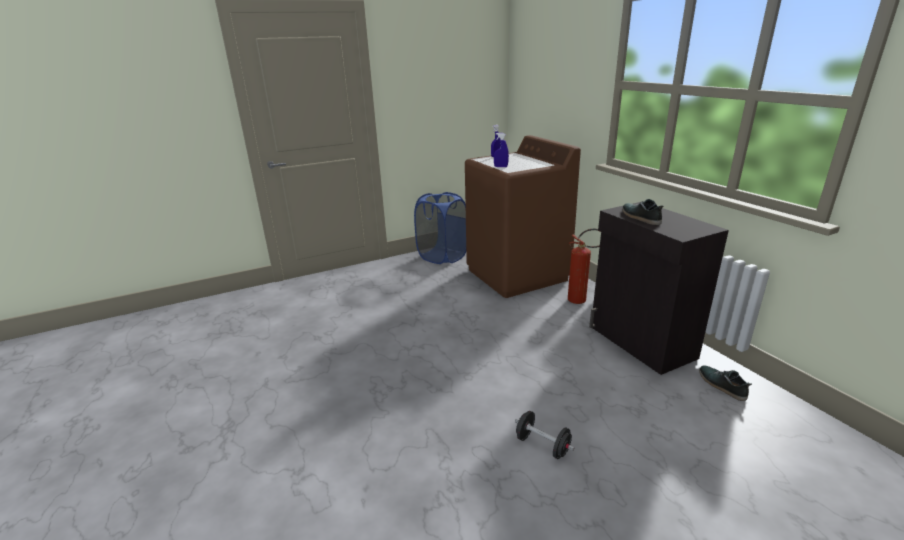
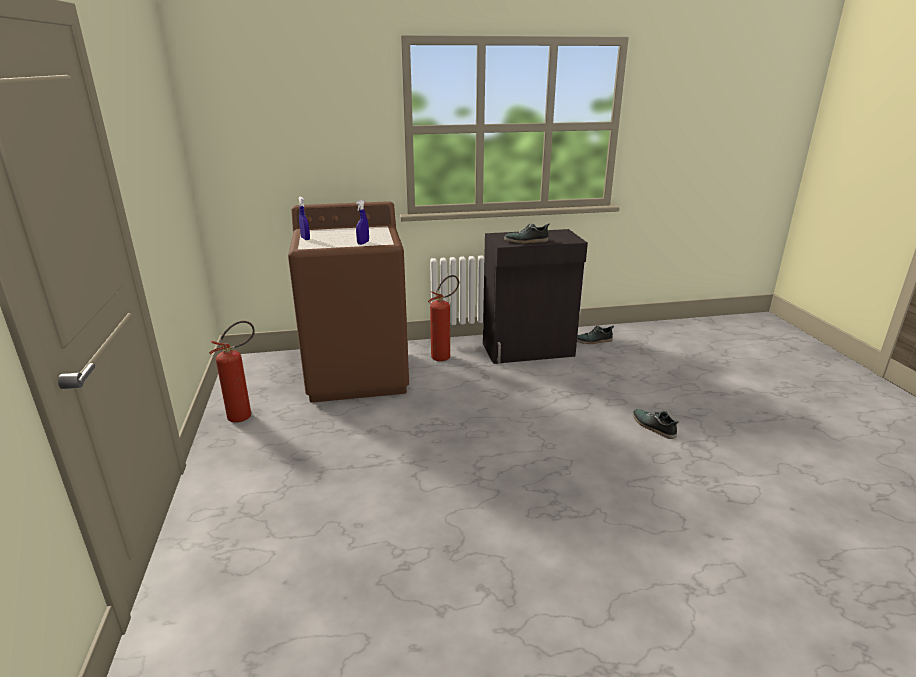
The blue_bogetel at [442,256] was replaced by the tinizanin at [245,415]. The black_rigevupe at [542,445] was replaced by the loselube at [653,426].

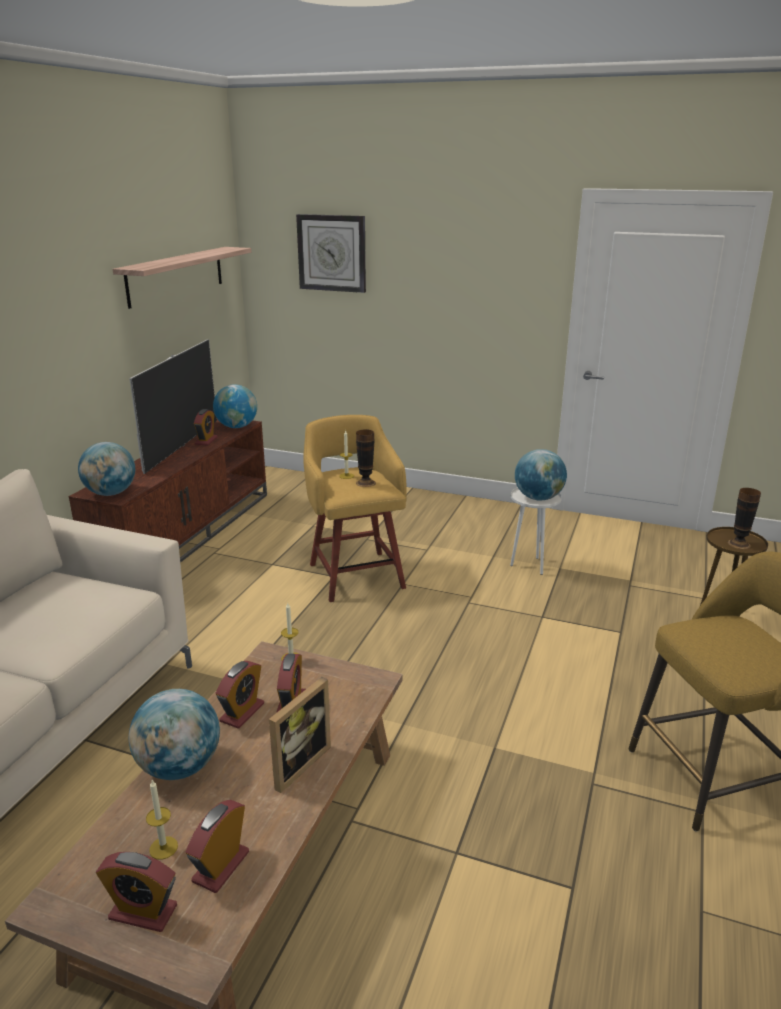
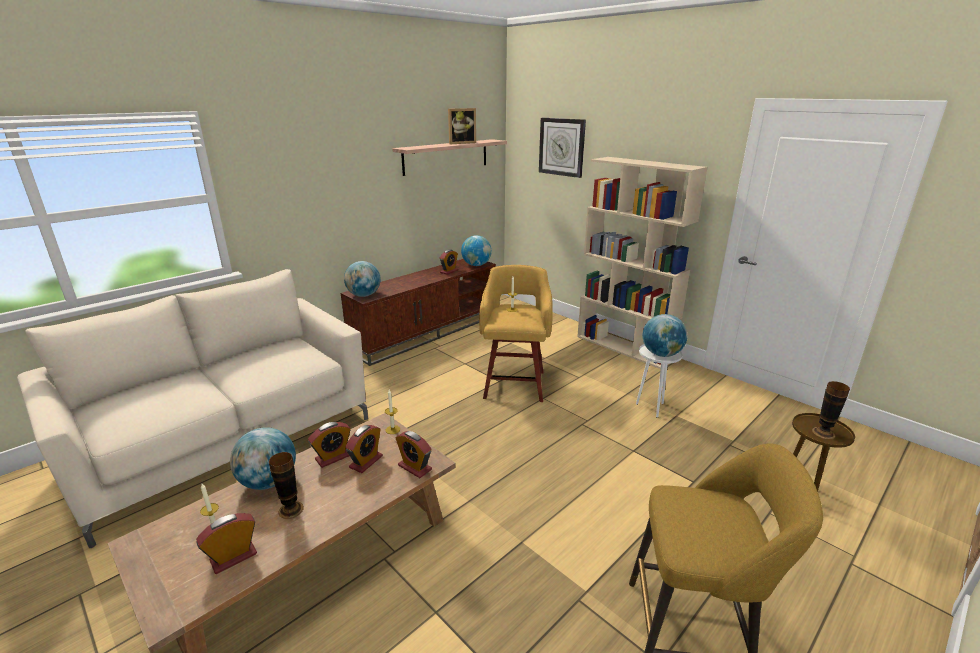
The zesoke at [182,445] disappeared. The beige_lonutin at [625,347] appeared. The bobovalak moved from [143,912] to [415,467]. The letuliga moved from [296,763] to [461,143]. The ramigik moved from [365,483] to [291,509].

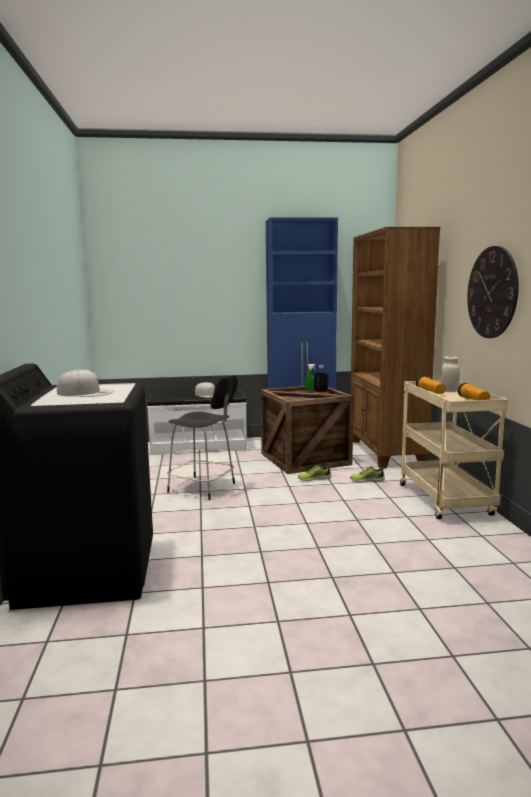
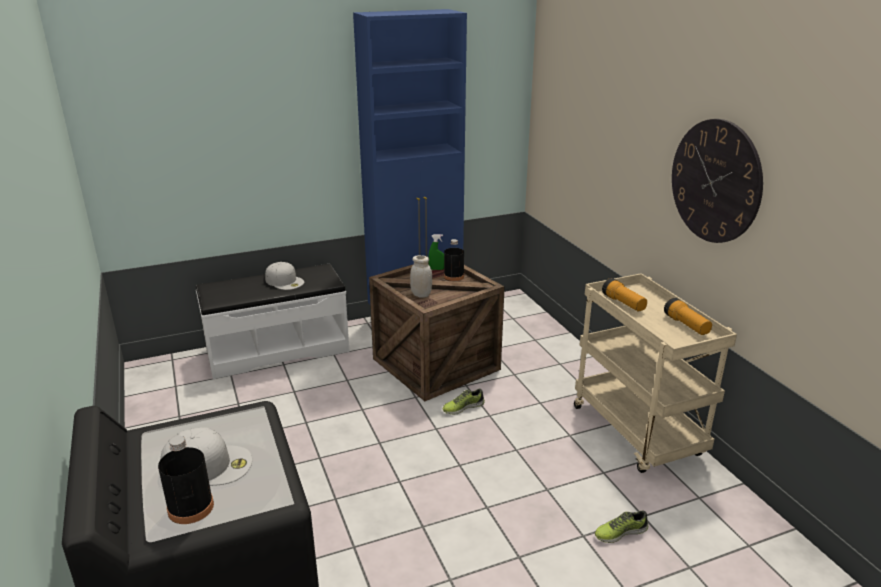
The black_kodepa at [204,488] disappeared. The brown_lonutin at [386,453] disappeared. The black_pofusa at [191,508] appeared. The loselube moved from [367,480] to [620,532]. The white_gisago moved from [449,391] to [421,295].

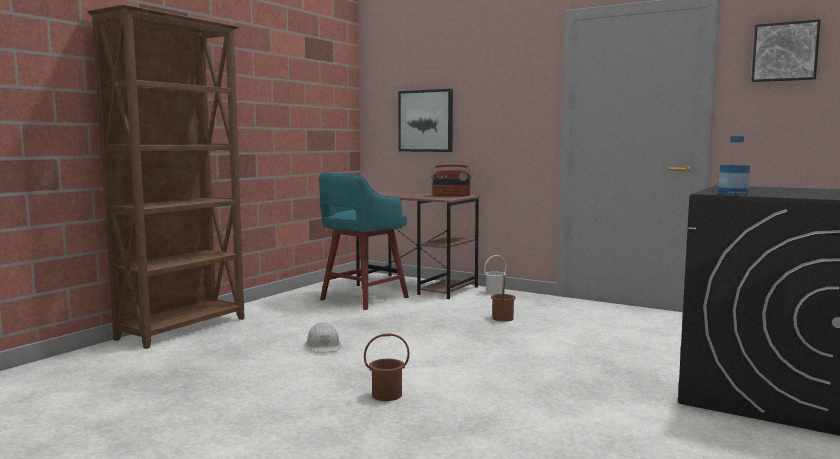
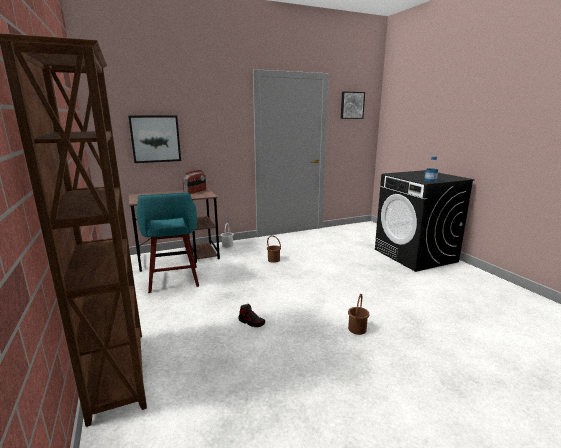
The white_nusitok at [323,346] was replaced by the loselube at [251,322].

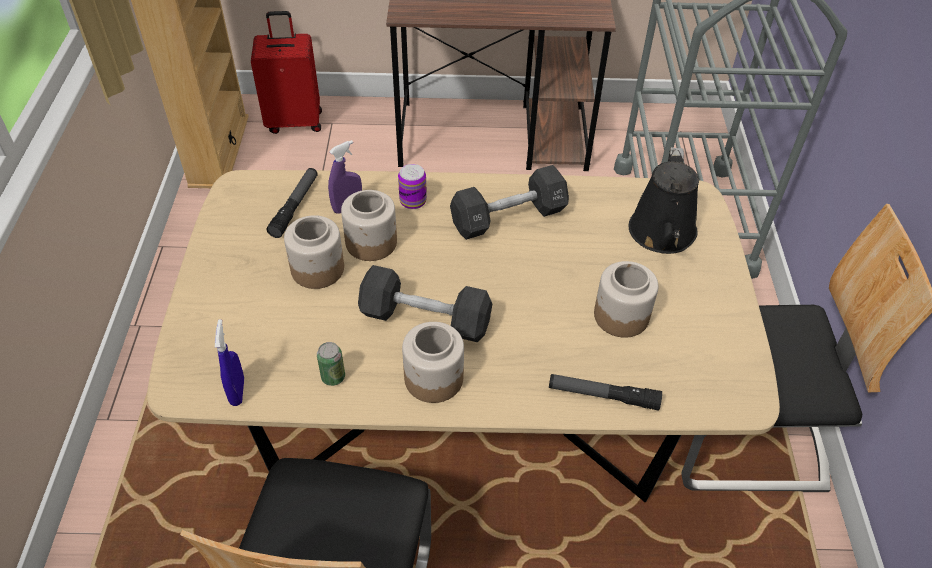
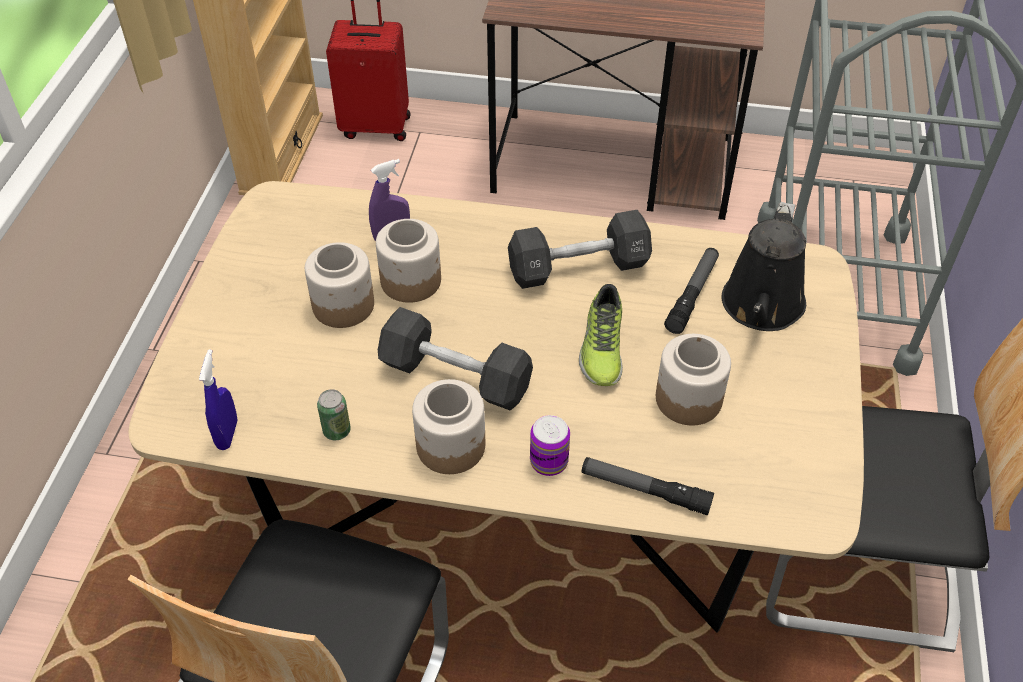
The loselube at [601,347] appeared. The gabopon moved from [295,206] to [692,295]. The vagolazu moved from [413,201] to [549,462].

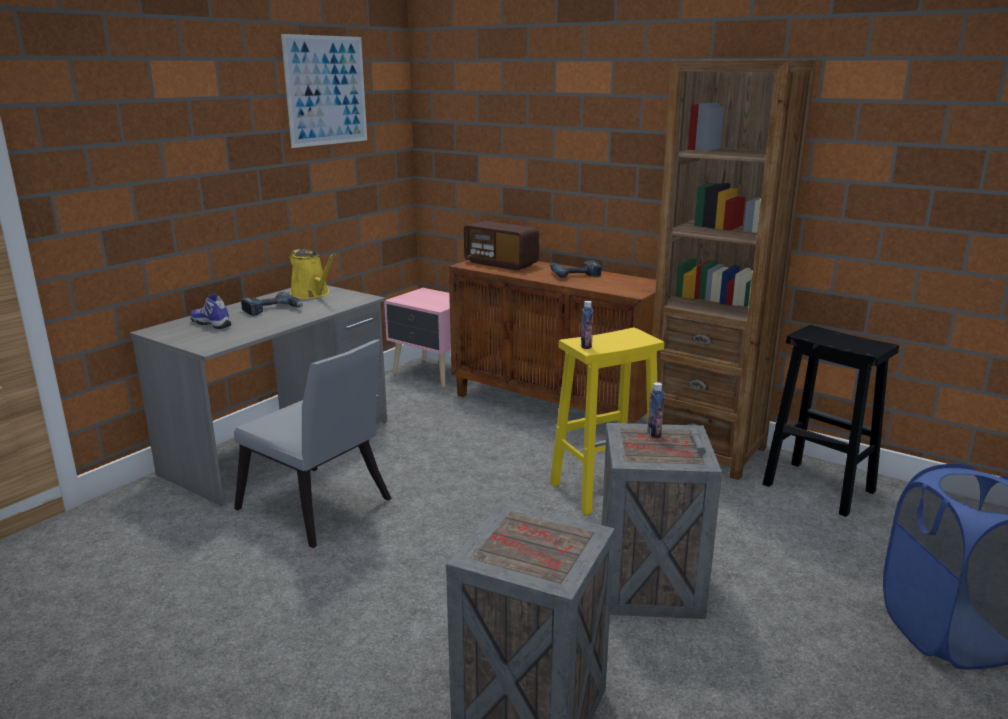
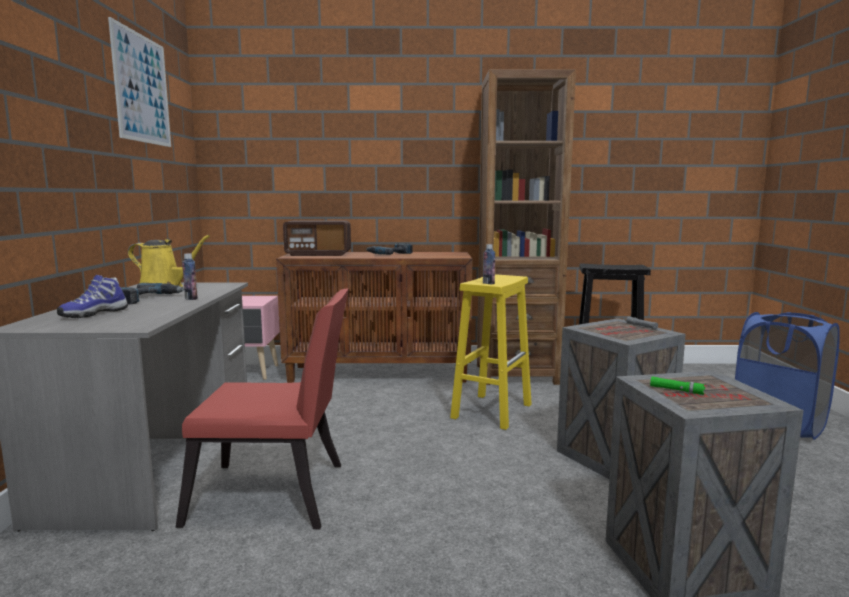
The green_gabopon at [676,390] appeared. The pofusa moved from [654,434] to [191,298]. The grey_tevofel at [318,509] became the red_tevofel at [277,496]. The loselube at [212,324] turned 60 degrees counterclockwise.

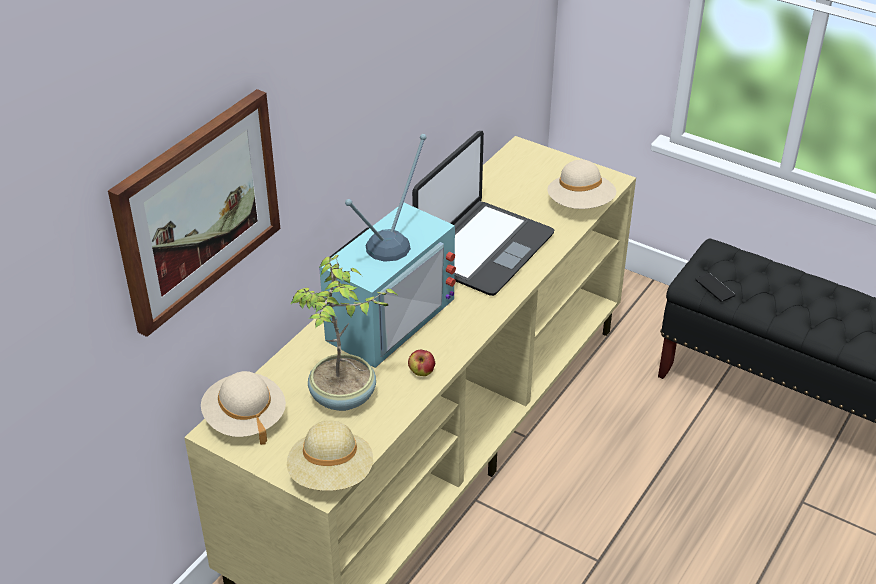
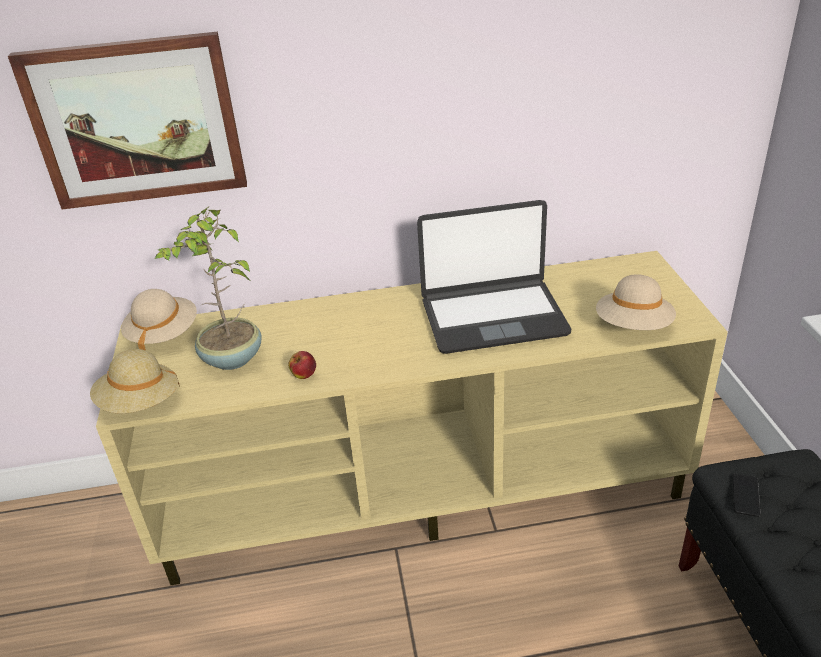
The zesoke at [386,315] disappeared.

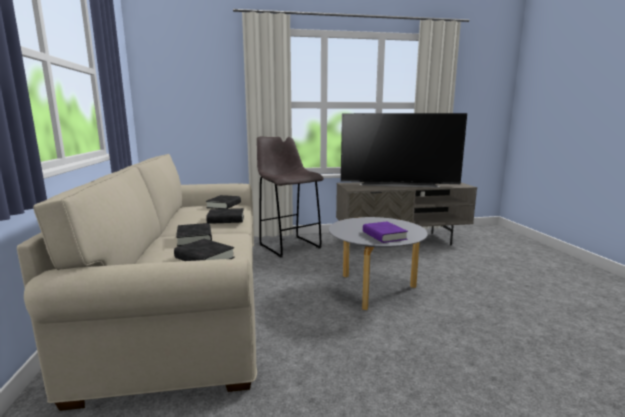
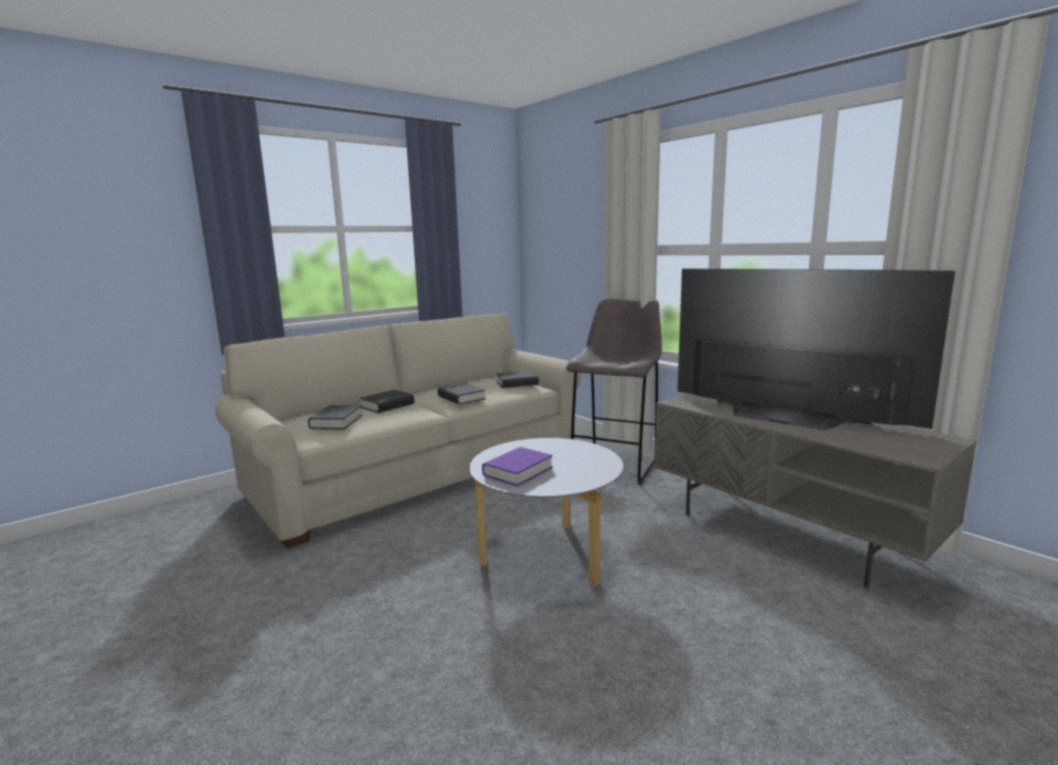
The zesoke at [398,184] turned 150 degrees clockwise.

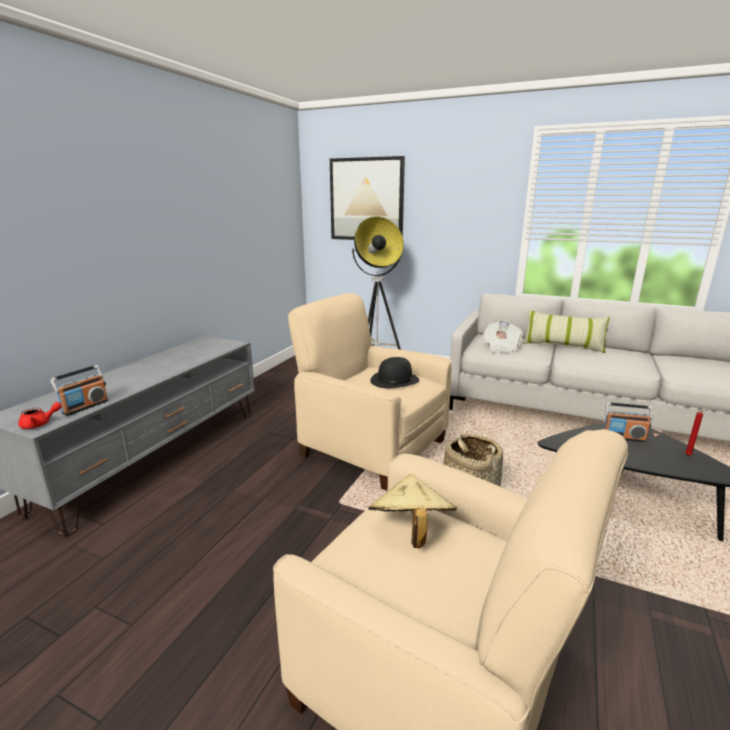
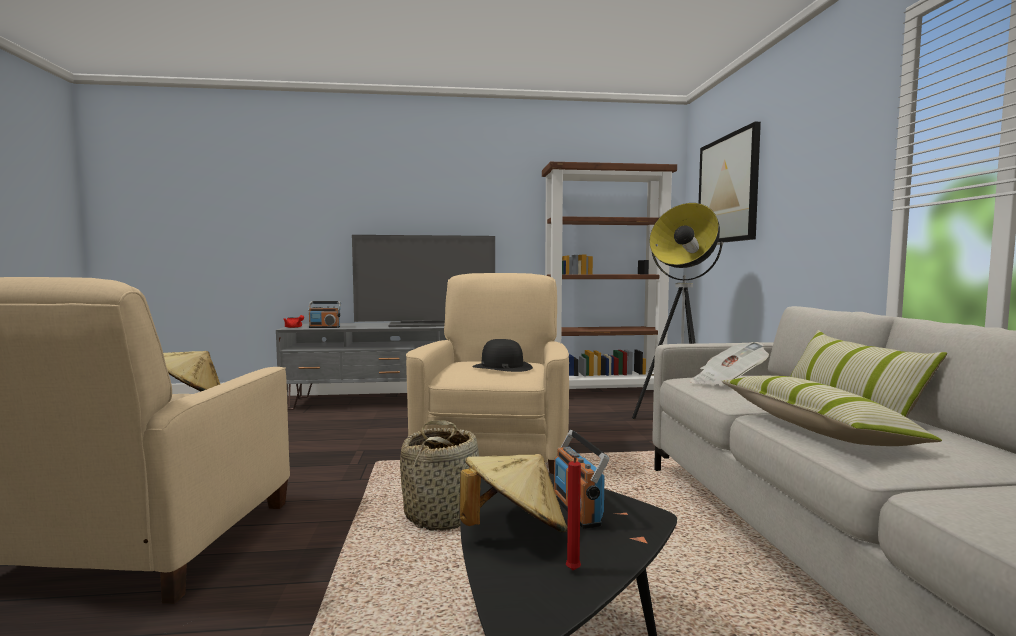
The zesoke at [425,325] appeared. The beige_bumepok at [514,530] appeared. The brown_lonutin at [604,393] appeared. The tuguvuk at [814,428] appeared.

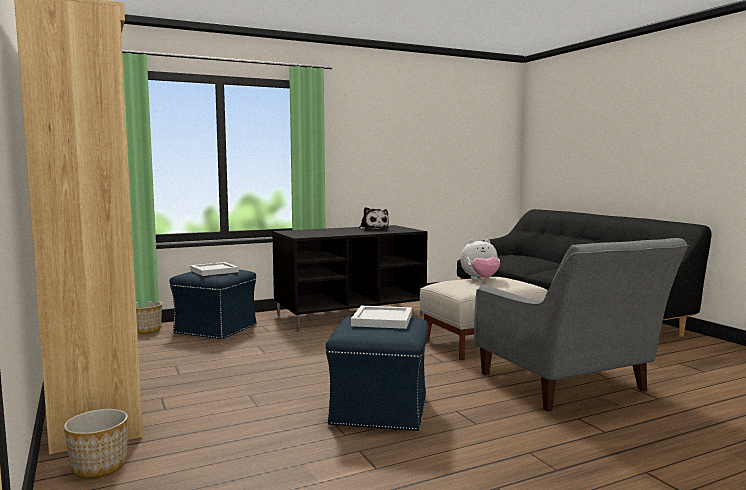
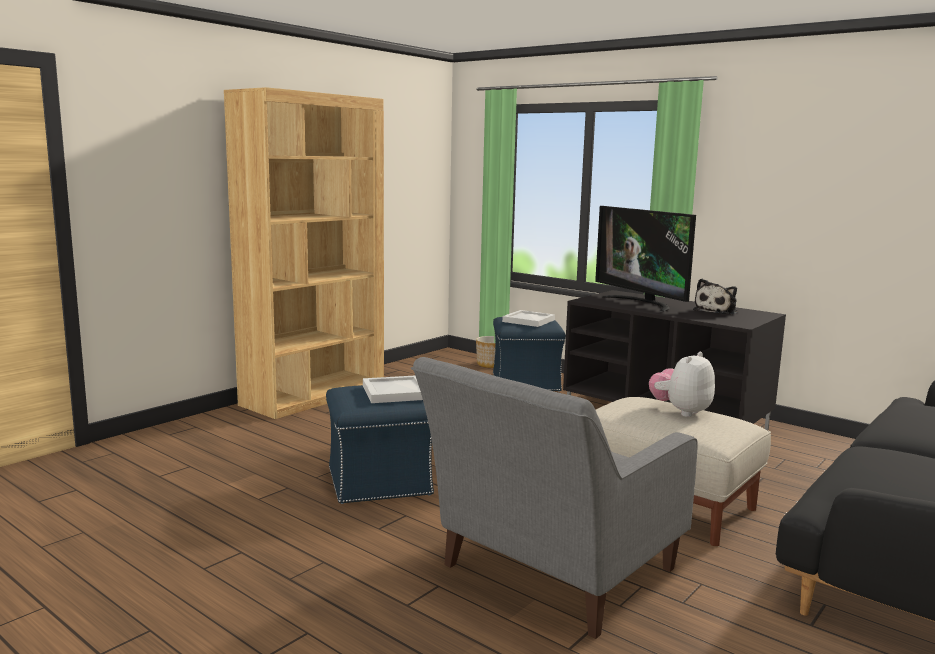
The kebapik at [99,466] disappeared. The zesoke at [642,303] appeared. The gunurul at [480,279] turned 75 degrees clockwise.

